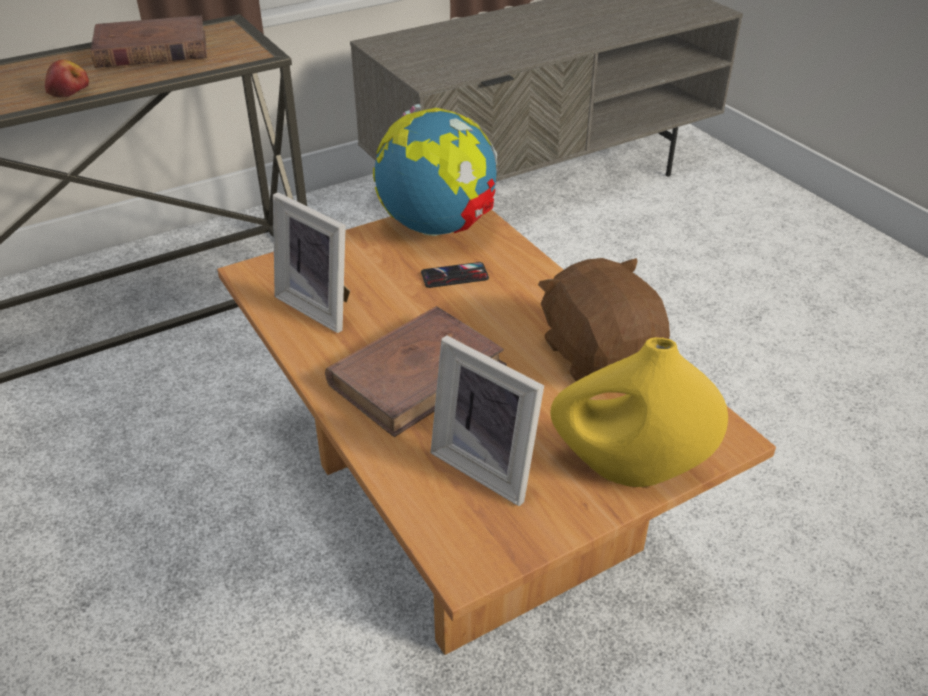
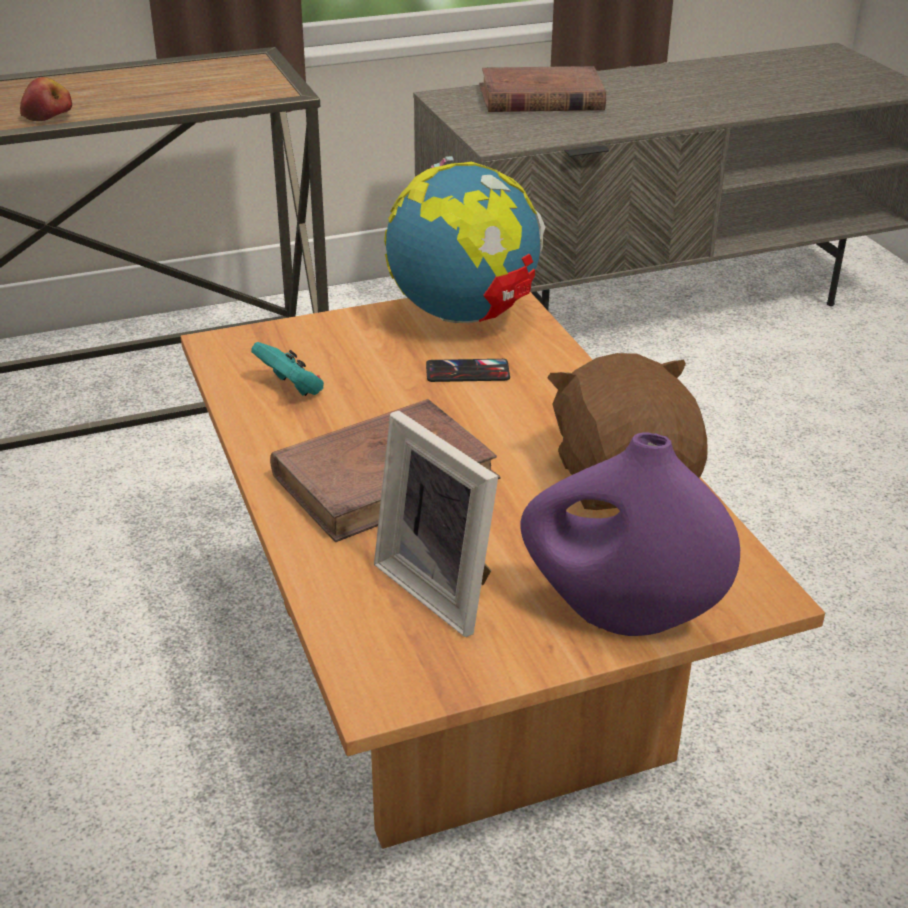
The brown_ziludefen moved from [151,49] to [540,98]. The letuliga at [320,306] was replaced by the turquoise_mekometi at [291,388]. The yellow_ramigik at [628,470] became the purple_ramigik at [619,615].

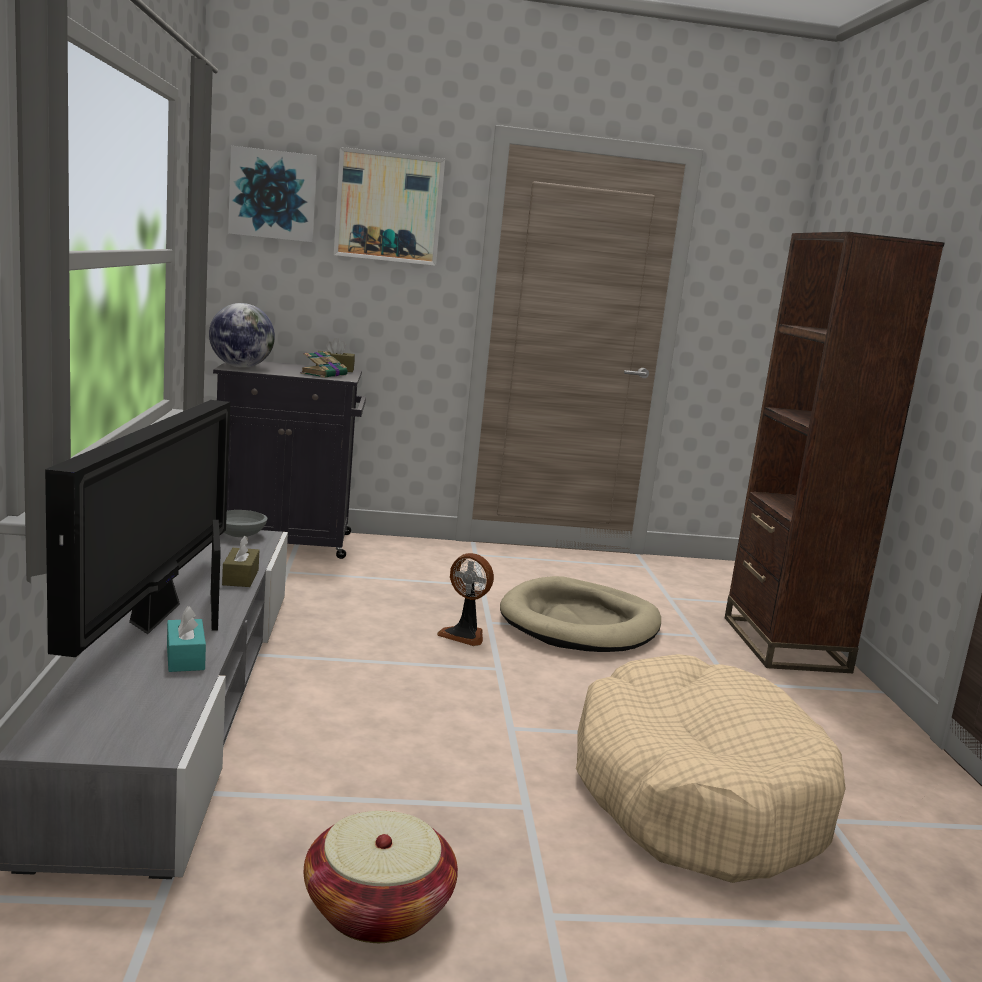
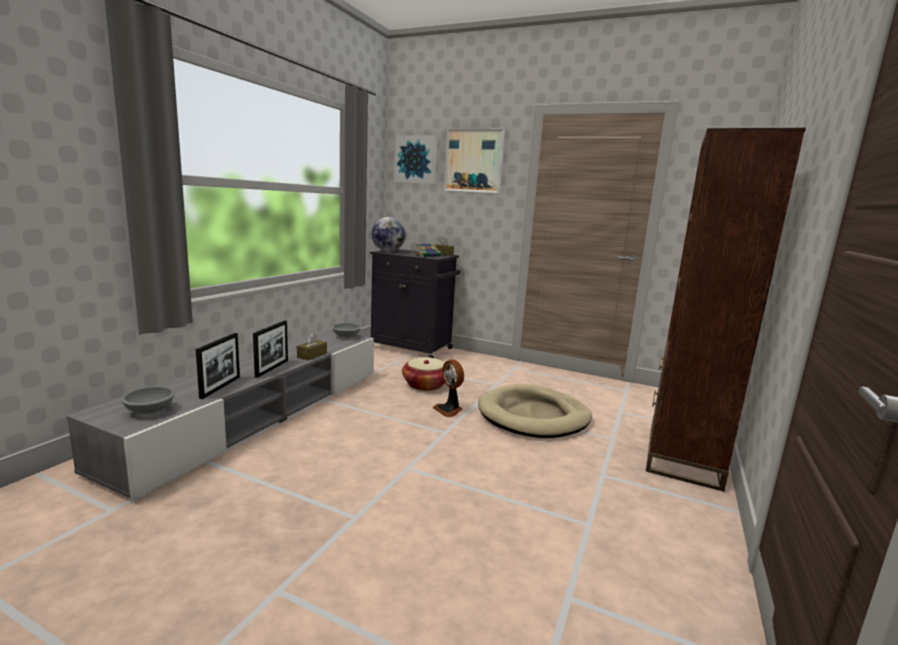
The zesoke at [155,615] disappeared. The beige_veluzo at [696,794] disappeared. The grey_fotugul at [151,410] appeared. The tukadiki moved from [378,908] to [425,385]. The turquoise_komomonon at [185,657] was replaced by the letuliga at [220,387].

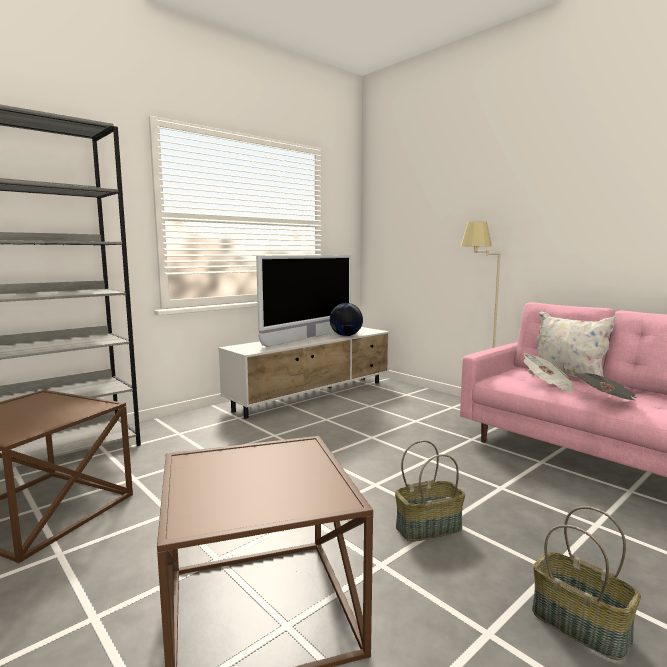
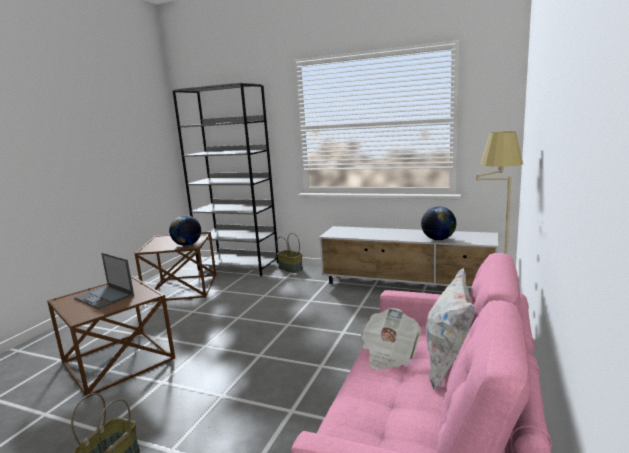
The zesoke at [309,337] disappeared. The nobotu at [606,402] disappeared. The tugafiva at [105,297] appeared. The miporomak at [187,245] appeared. The tukadiki moved from [428,527] to [291,268].

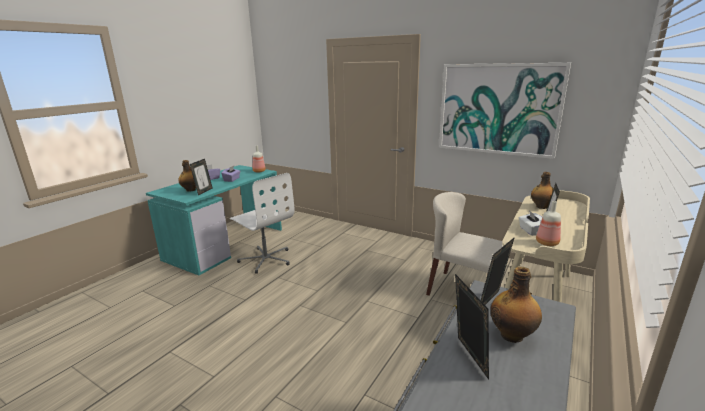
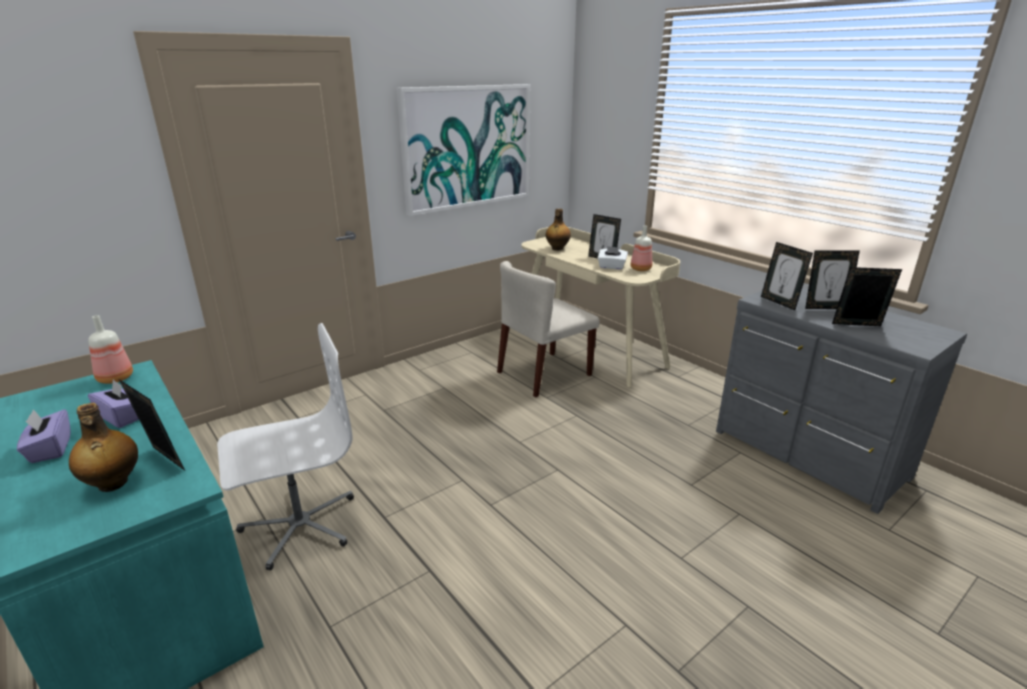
The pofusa at [512,335] was replaced by the letuliga at [825,307].

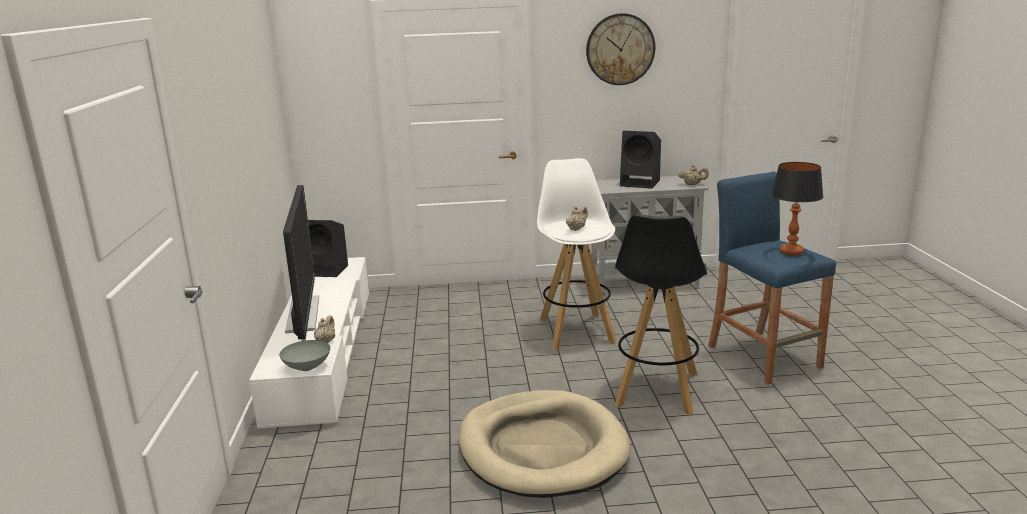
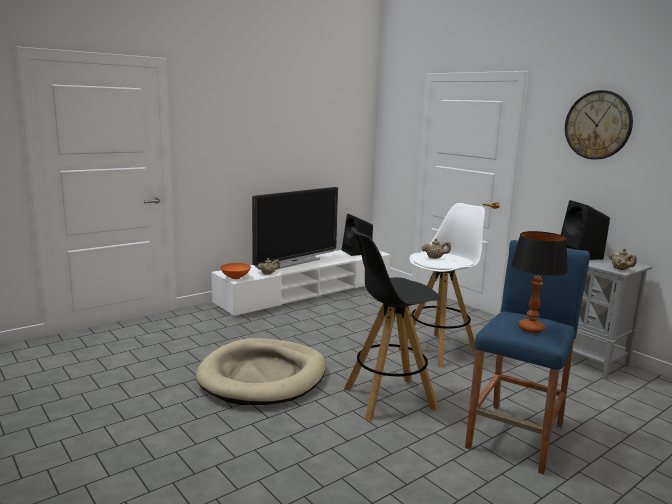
The grey_fotugul at [307,368] became the orange_fotugul at [235,278].

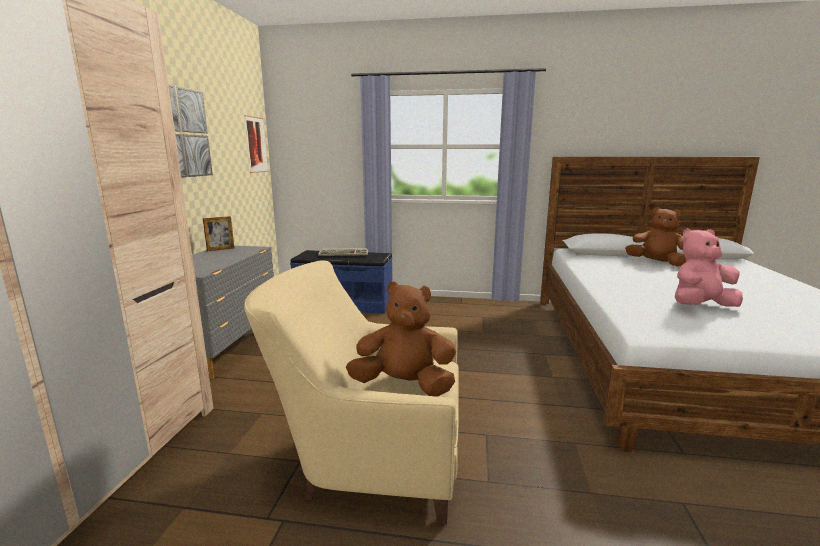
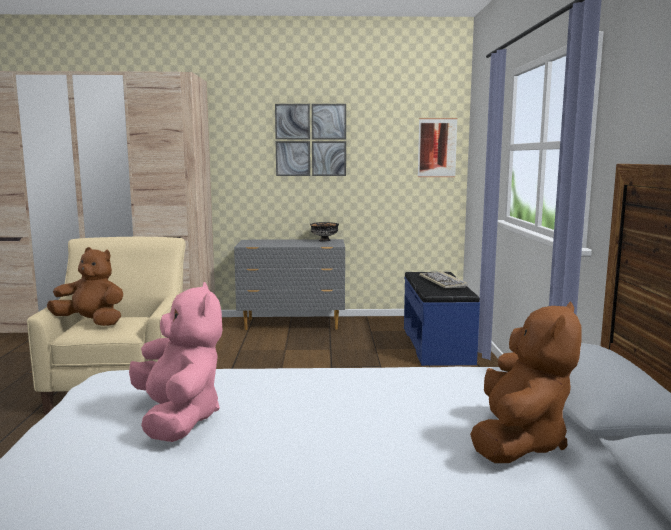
The letuliga at [220,249] was replaced by the black_fotugul at [324,240]. The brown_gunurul at [404,385] turned 75 degrees counterclockwise.

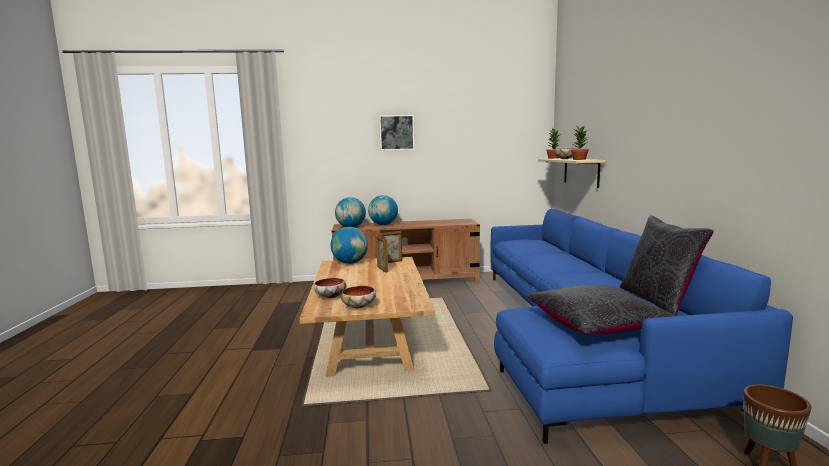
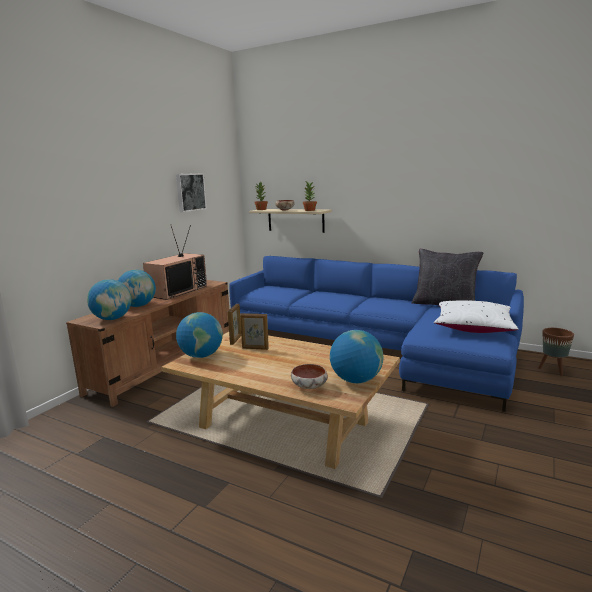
The zesoke at [177,291] appeared. The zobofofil moved from [396,132] to [190,192]. The fotugul at [359,306] was replaced by the miporomak at [356,380]. The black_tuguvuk at [595,325] became the white_tuguvuk at [473,327].

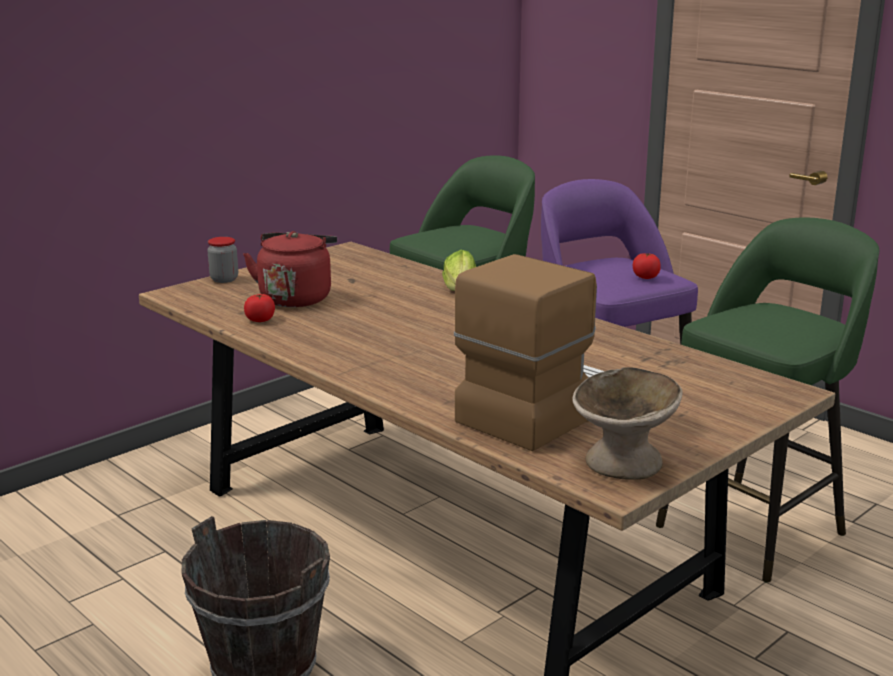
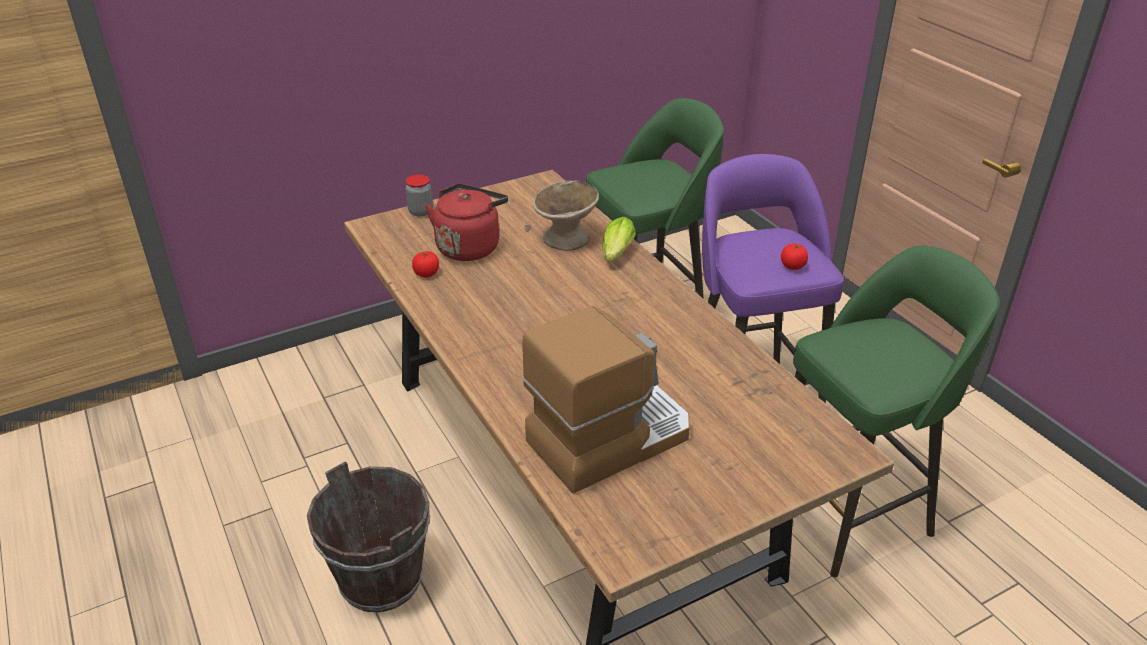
The beige_fotugul moved from [623,462] to [566,238].

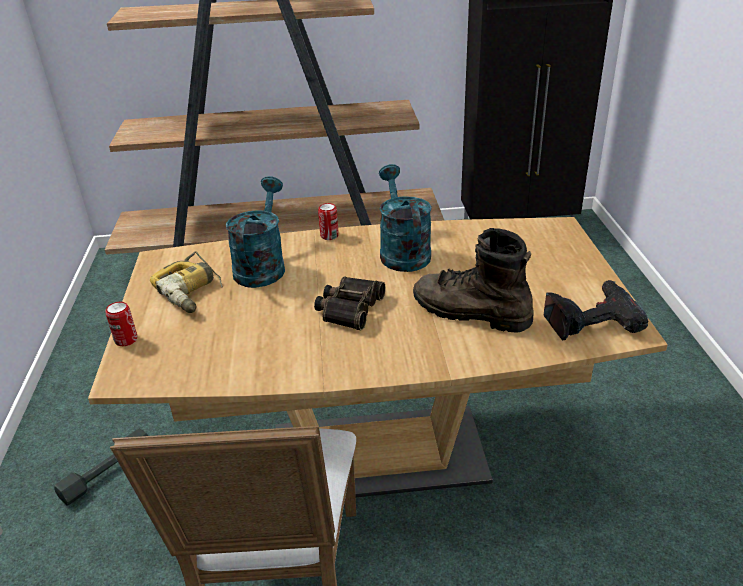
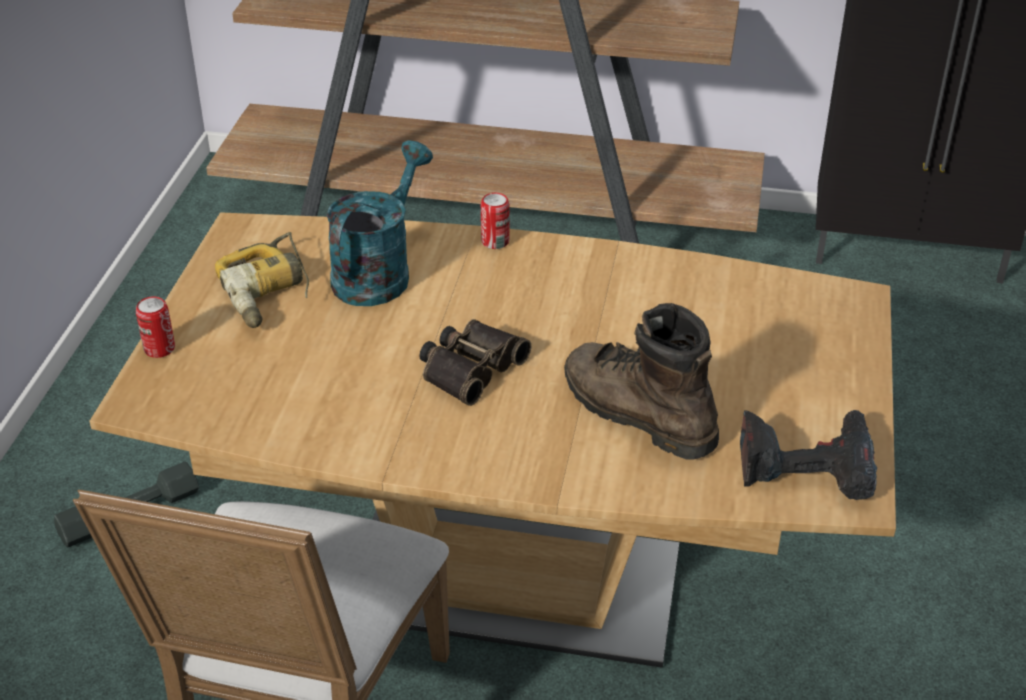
The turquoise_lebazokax at [402,251] disappeared.

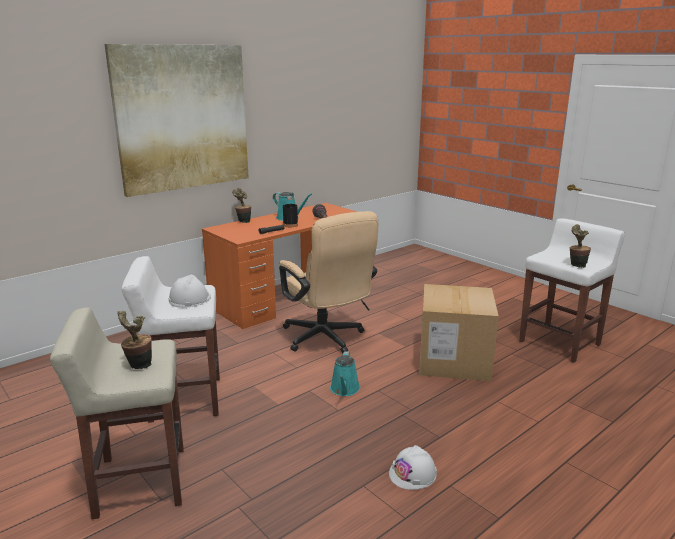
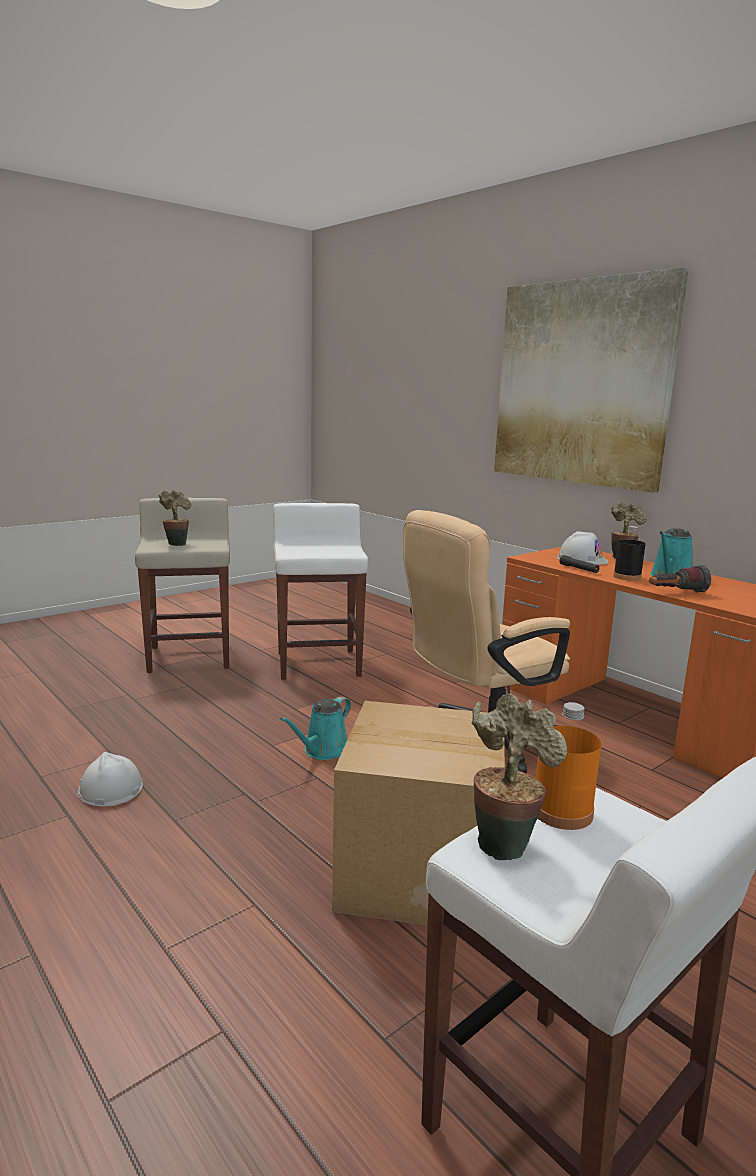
The orange_pofusa at [562,812] appeared. The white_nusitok moved from [189,299] to [582,559]. The turquoise_lebazokax at [344,389] turned 60 degrees counterclockwise.

